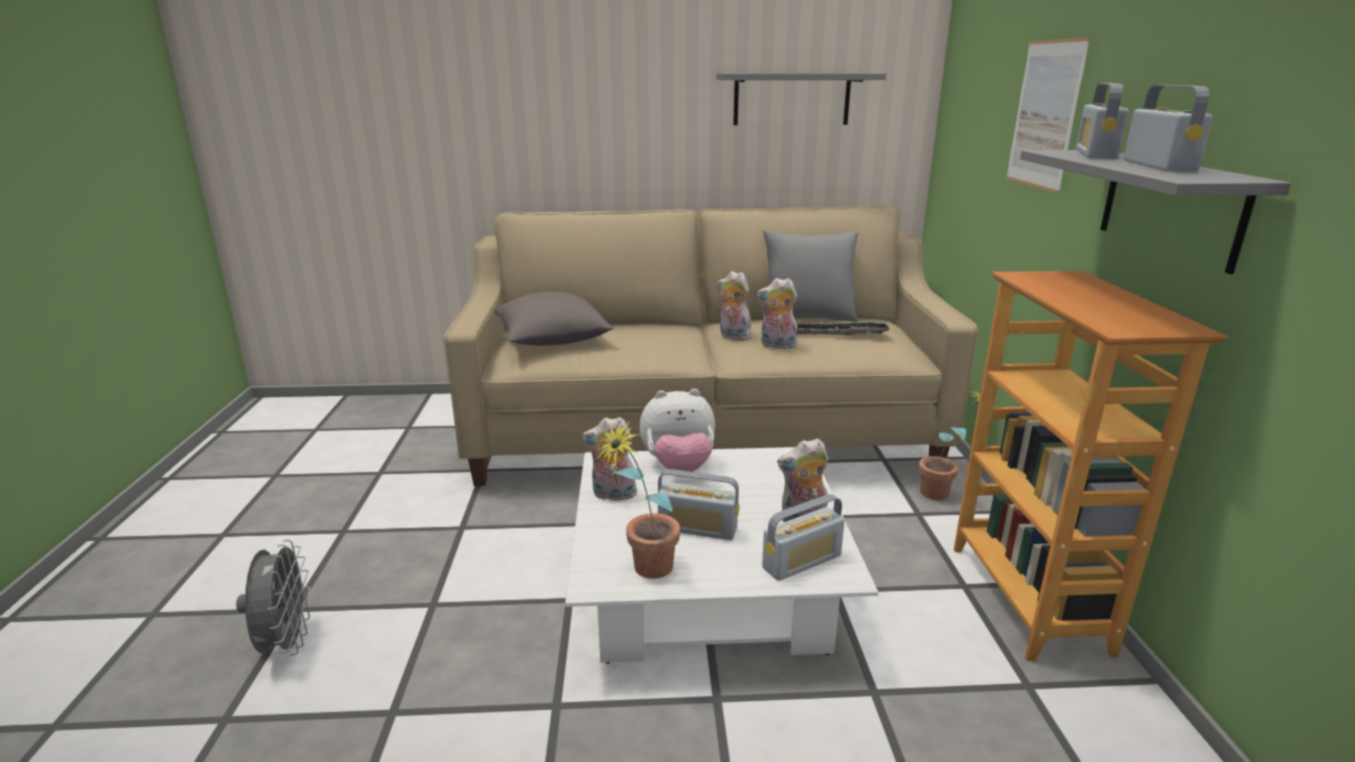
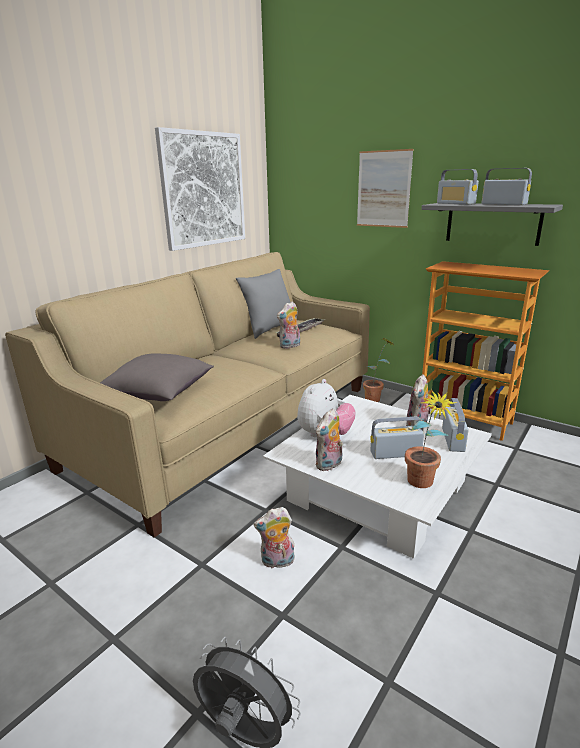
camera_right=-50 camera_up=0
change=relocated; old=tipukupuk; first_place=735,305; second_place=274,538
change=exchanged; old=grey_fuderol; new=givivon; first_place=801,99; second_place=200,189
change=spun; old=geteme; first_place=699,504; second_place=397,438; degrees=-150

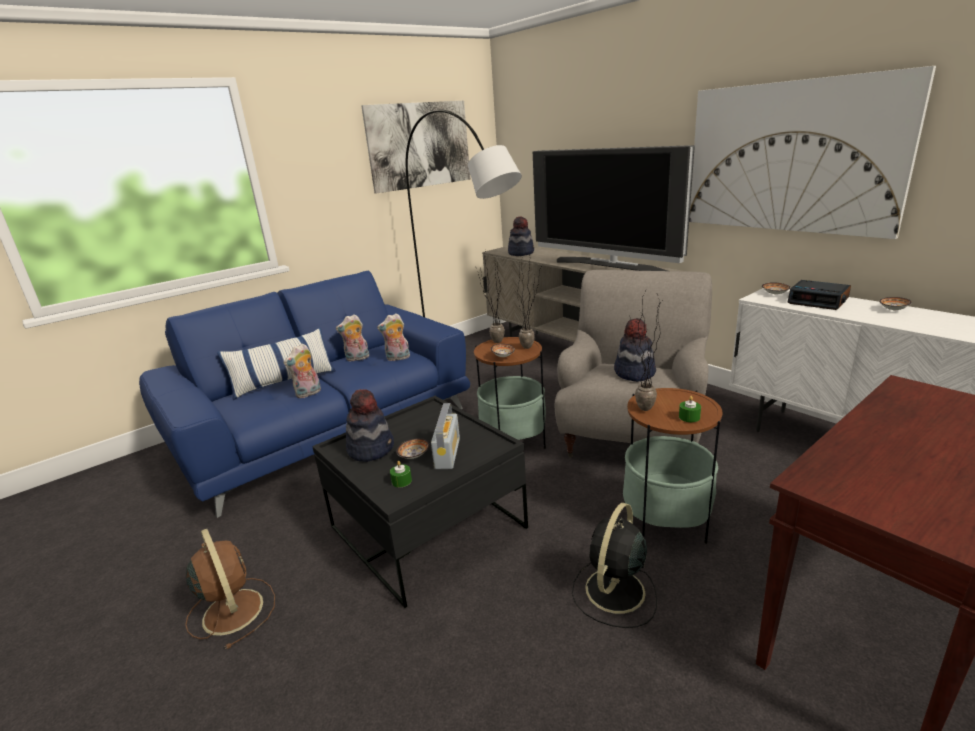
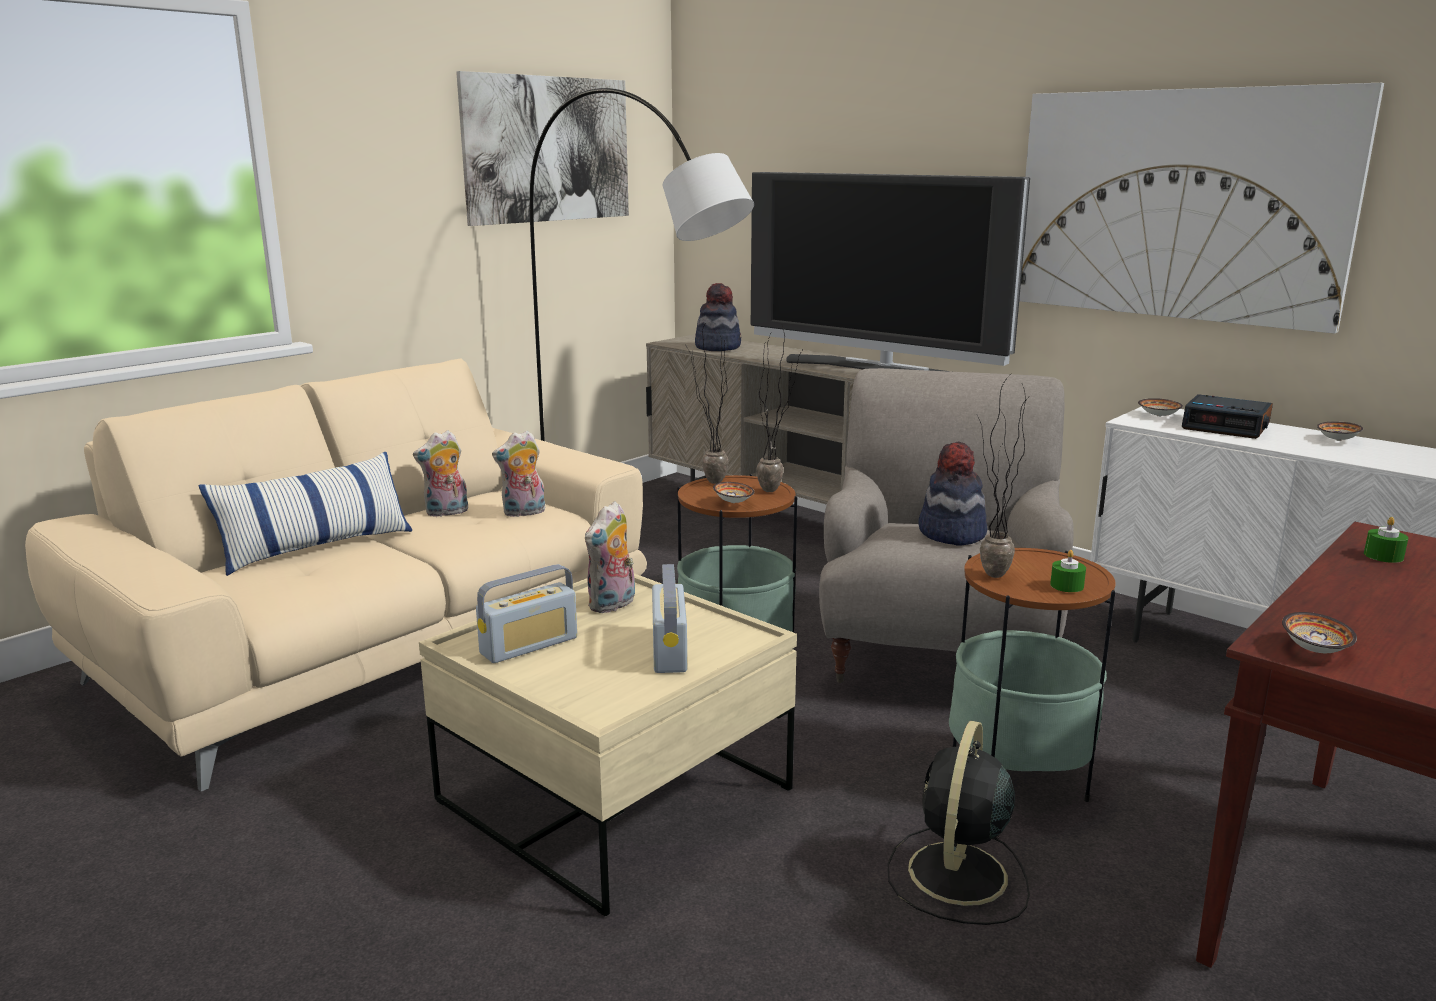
camera_right=-10 camera_up=-5
change=missing; old=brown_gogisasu; first_place=230,589
change=relocated; old=tipukupuk; first_place=302,371; second_place=610,557
change=relocated; old=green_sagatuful; first_place=401,474; second_place=1386,540
change=relocated; old=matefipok; first_place=413,448; second_place=1319,632
change=exchanged; old=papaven; new=geteme; first_place=370,425; second_place=526,613
change=colour; old=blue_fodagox; new=beige_fodagox; first_place=304,394; second_place=336,575
change=colour; old=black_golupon; new=beige_golupon; first_place=420,502; second_place=608,744

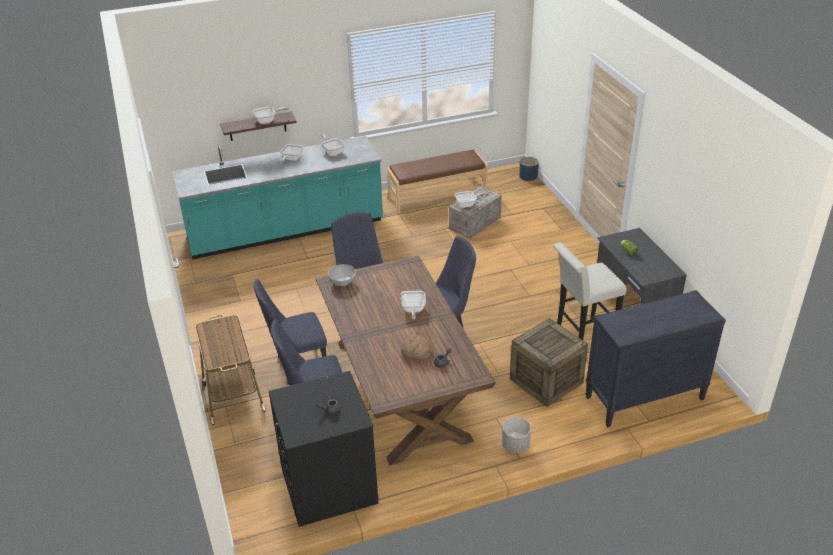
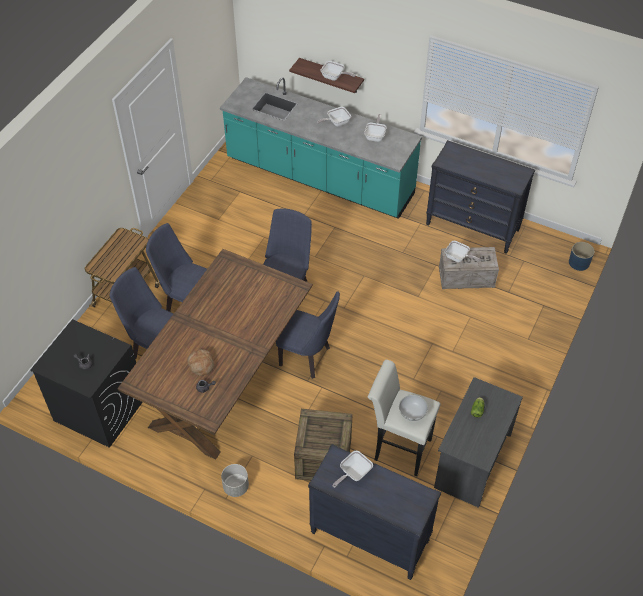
camera_right=45 camera_up=15
change=relocated; old=white_matefipok; first_place=342,275; second_place=413,408
change=relocated; old=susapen; first_place=413,305; second_place=353,469
change=exchanged; old=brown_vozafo; new=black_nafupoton; first_place=437,182; second_place=480,197

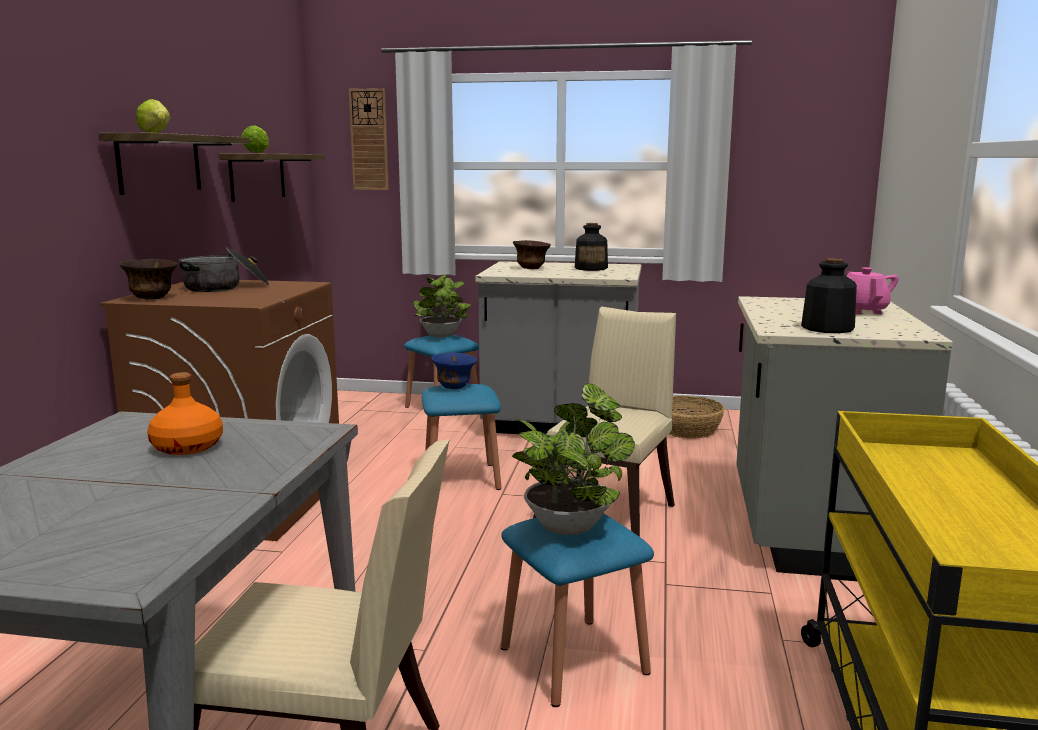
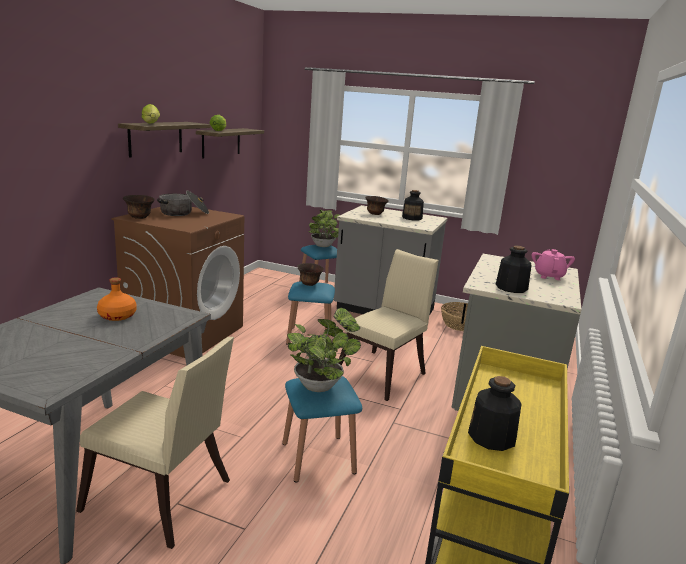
camera_right=10 camera_up=5
change=missing; old=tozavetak; first_place=369,139
change=appeared; new=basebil; second_place=494,413
change=colour; old=blue_matefipok; new=brown_matefipok; first_place=454,370; second_place=310,274

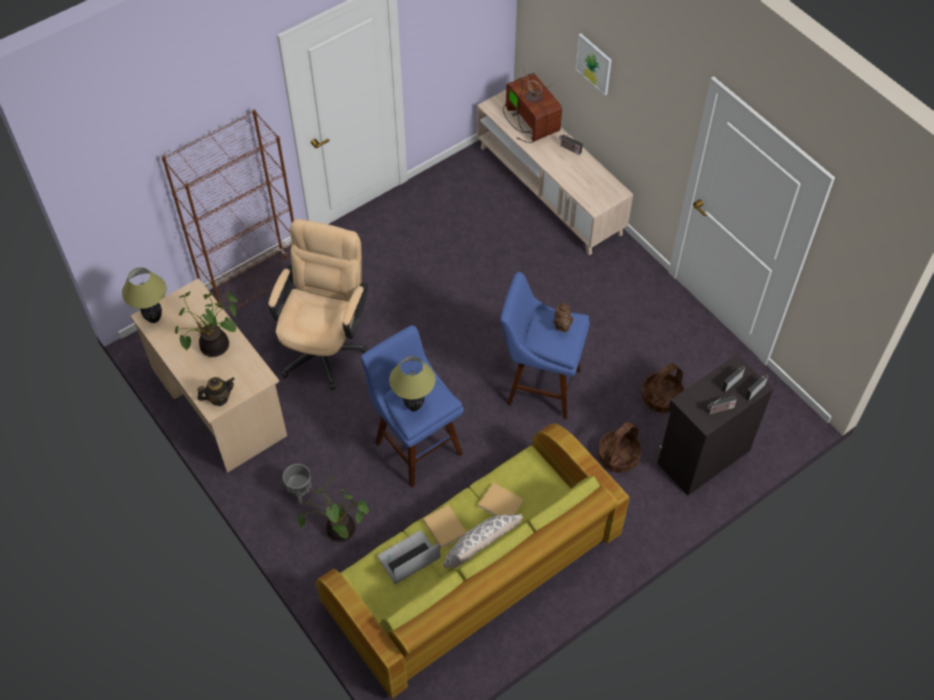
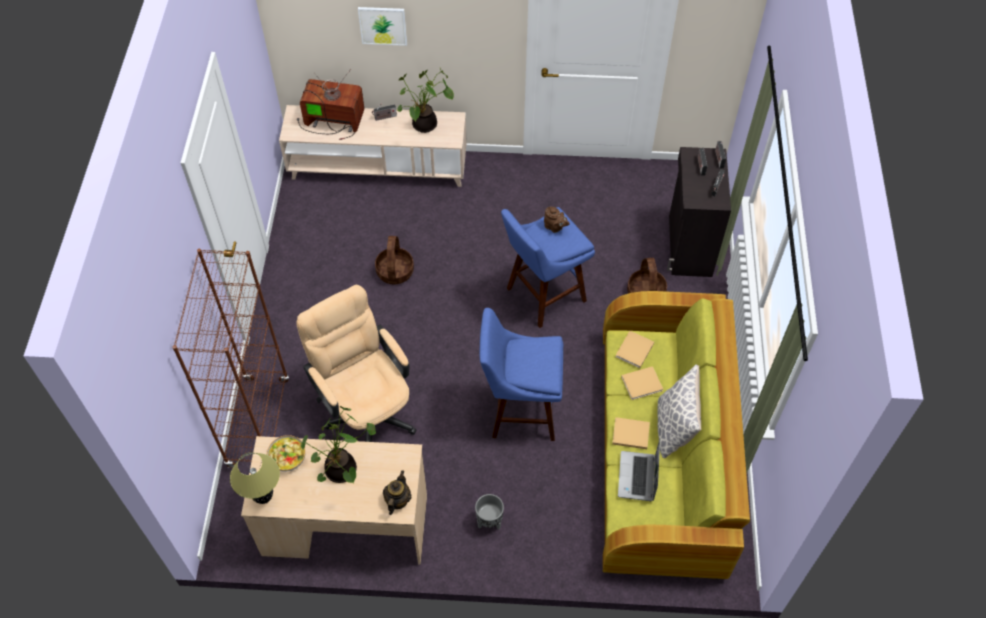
camera_right=-50 camera_up=0
change=missing; old=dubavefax; first_place=412,383
change=appeared; new=matefipok; second_place=286,453
change=appeared; new=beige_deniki; second_place=634,349
change=relocated; old=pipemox; first_place=333,509; second_place=425,100
change=relocated; old=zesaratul; first_place=663,388; second_place=394,260

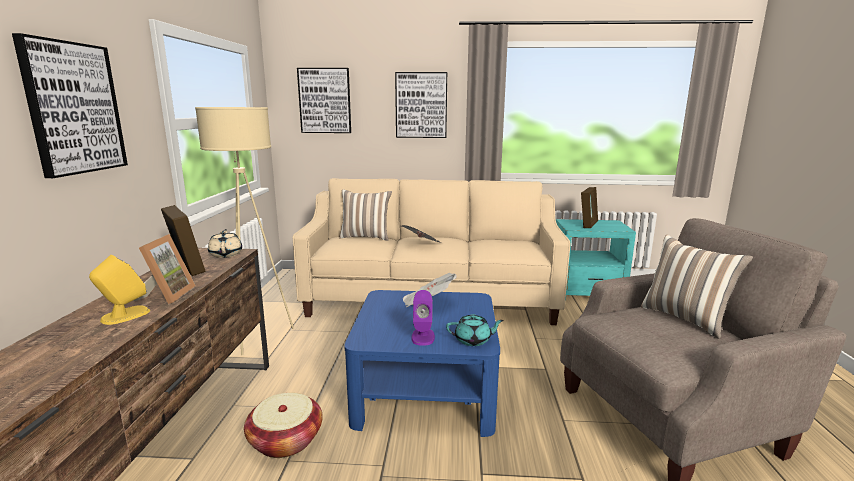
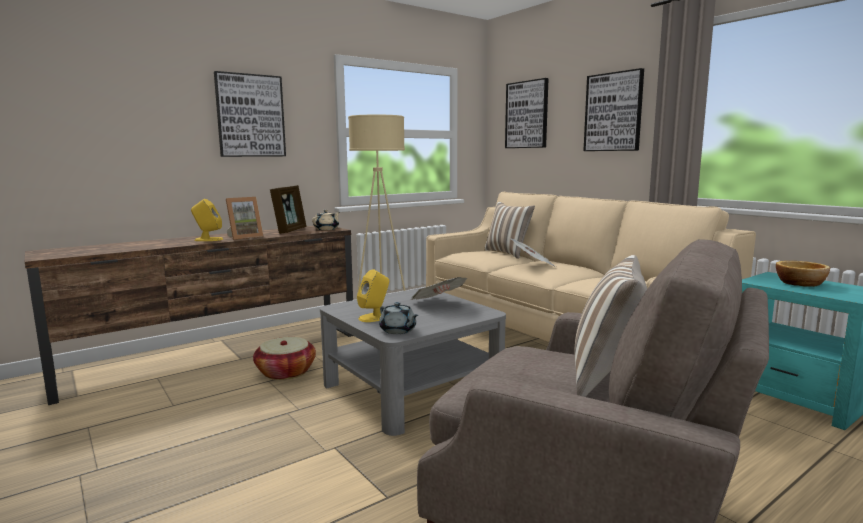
camera_right=50 camera_up=-5
change=exchanged; old=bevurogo; new=matefipok; first_place=589,207; second_place=803,274
change=colour; old=blue_golupon; new=grey_golupon; first_place=422,363; second_place=413,362
change=colour; old=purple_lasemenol; new=yellow_lasemenol; first_place=423,318; second_place=373,296
change=colour; old=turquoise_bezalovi; new=grey_bezalovi; first_place=475,330; second_place=398,318

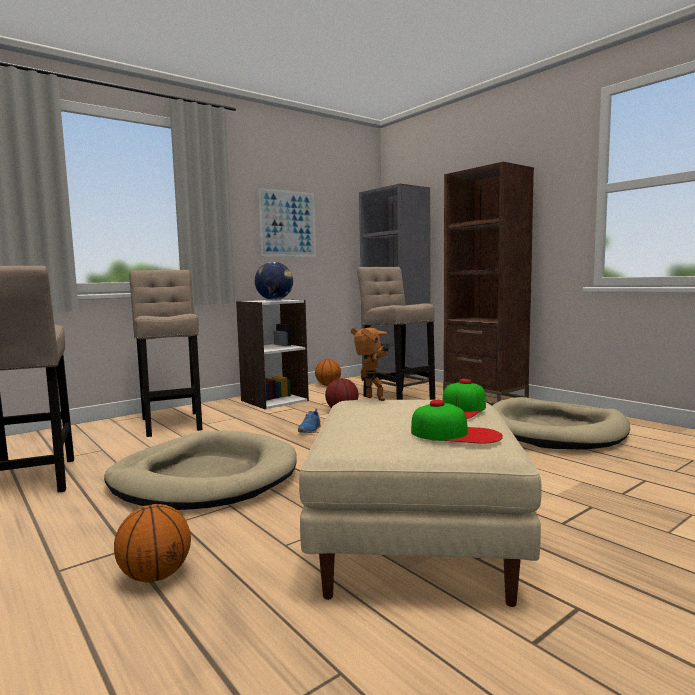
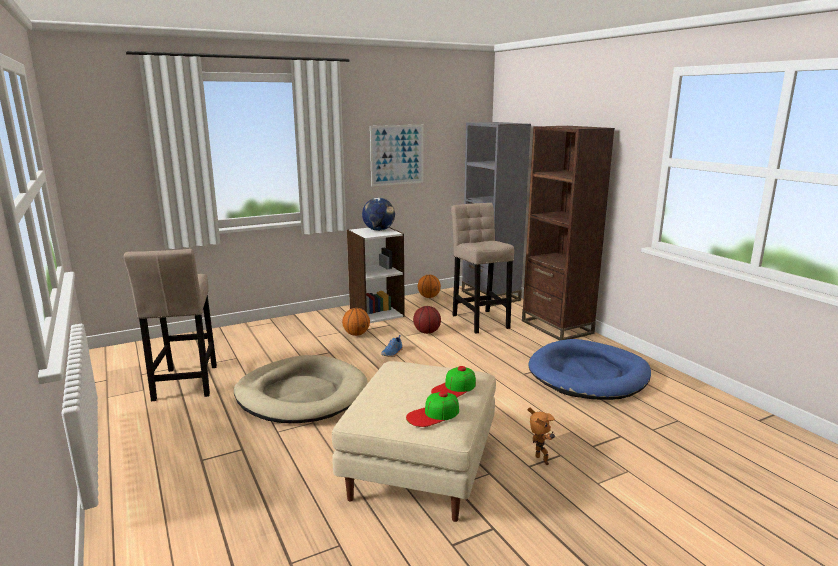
camera_right=10 camera_up=10
change=missing; old=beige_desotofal; first_place=166,353
change=relocated; old=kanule; first_place=152,543; second_place=356,322
change=relocated; old=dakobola; first_place=370,364; second_place=541,436
change=colour; old=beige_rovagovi; new=blue_rovagovi; first_place=561,423; second_place=590,369
change=spun; old=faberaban; first_place=457,422; second_place=432,409; degrees=120

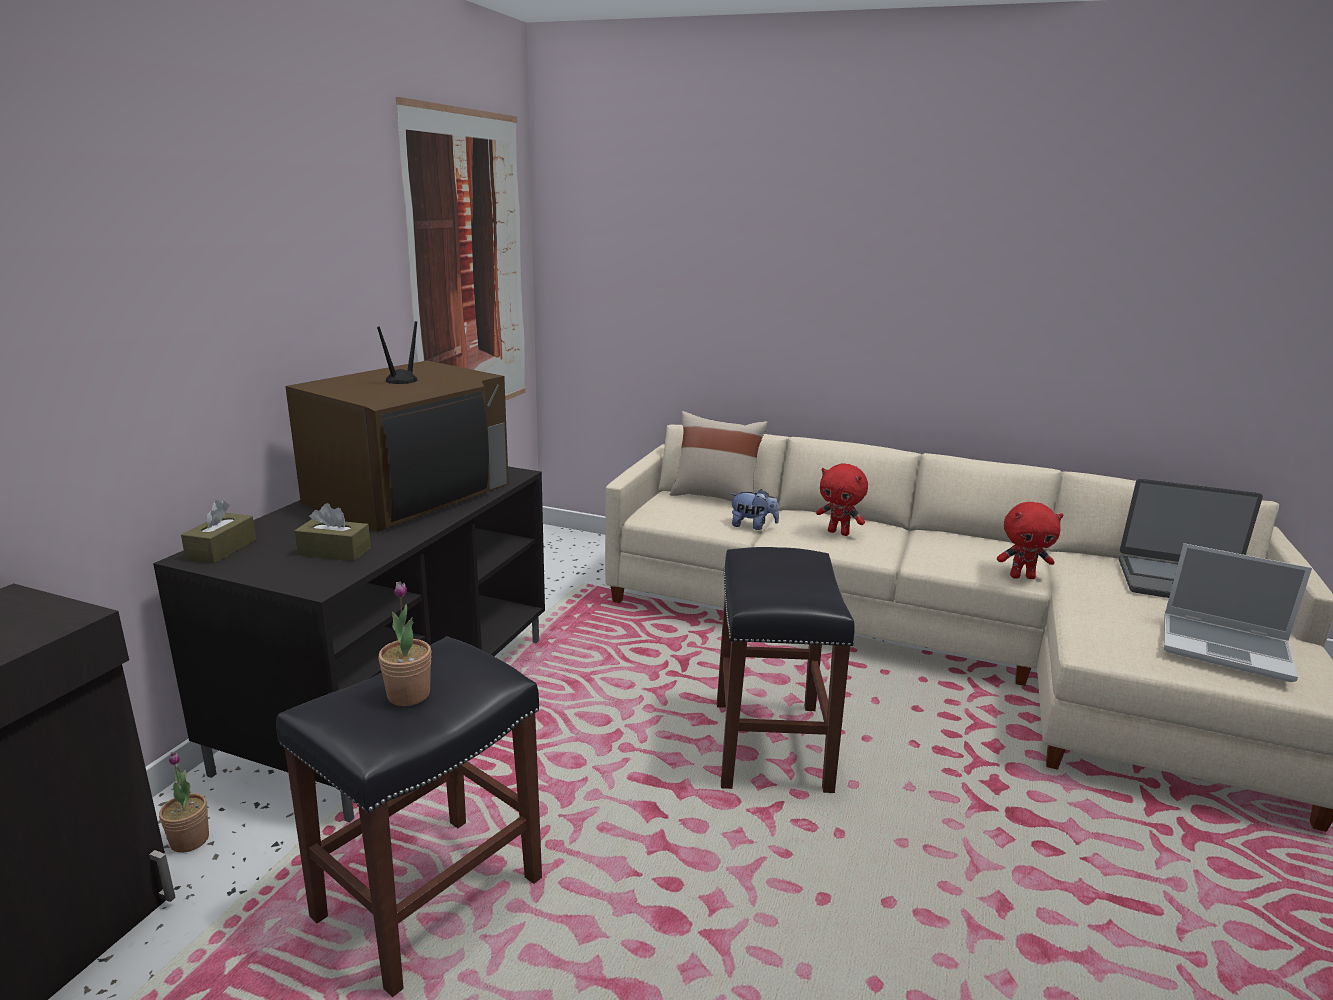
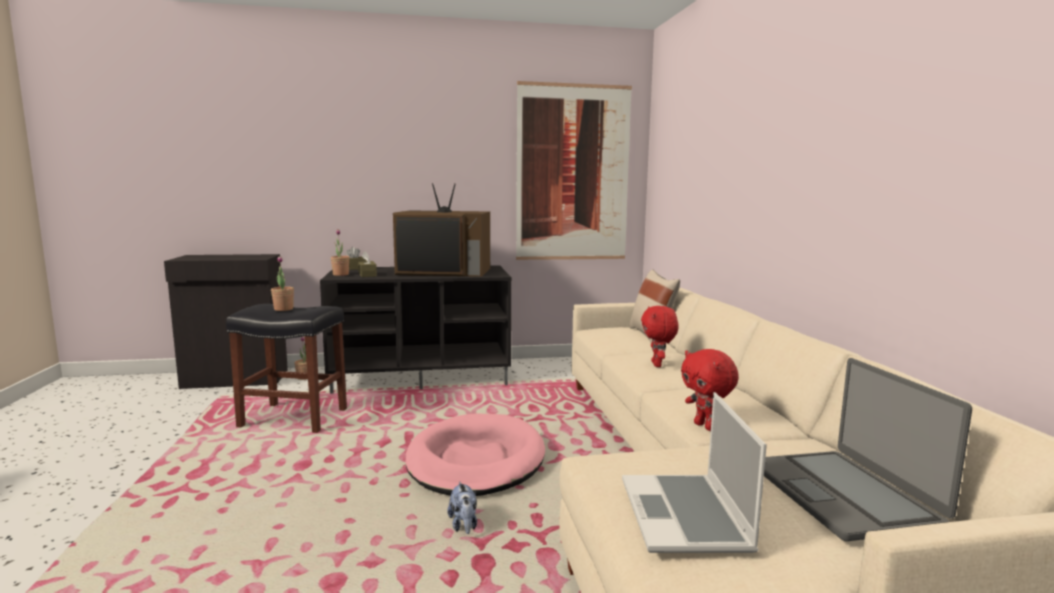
camera_right=60 camera_up=-10
change=appeared; new=pipemox; second_place=340,252
change=relocated; old=tipukupuk; first_place=754,509; second_place=462,507
change=exchanged; old=black_desotofal; new=pink_rovagovi; first_place=786,670; second_place=475,455

